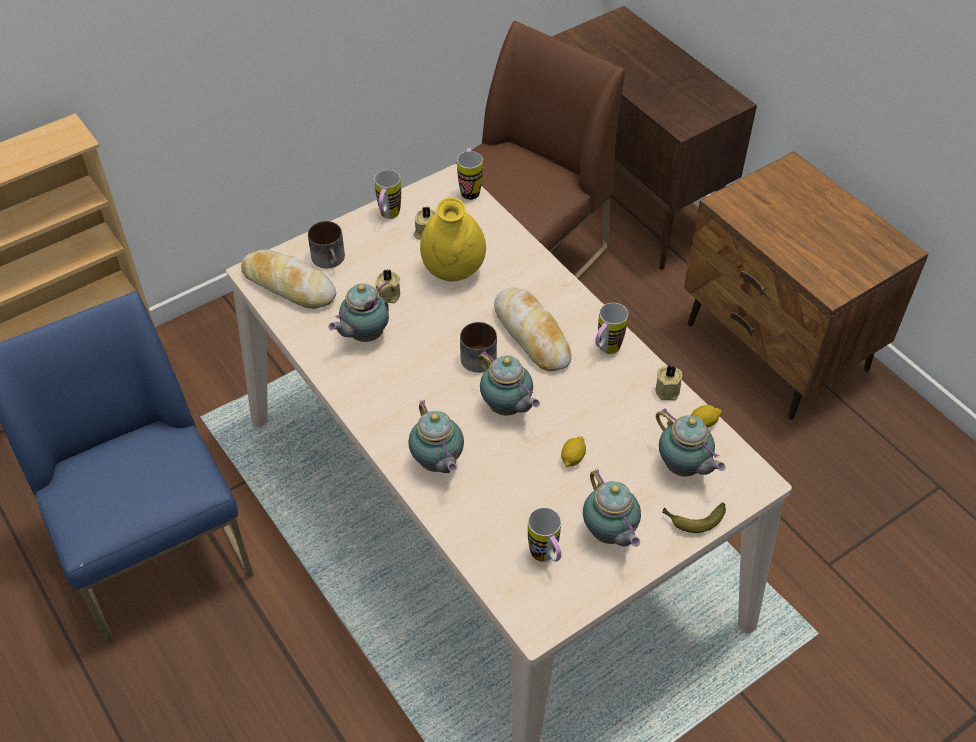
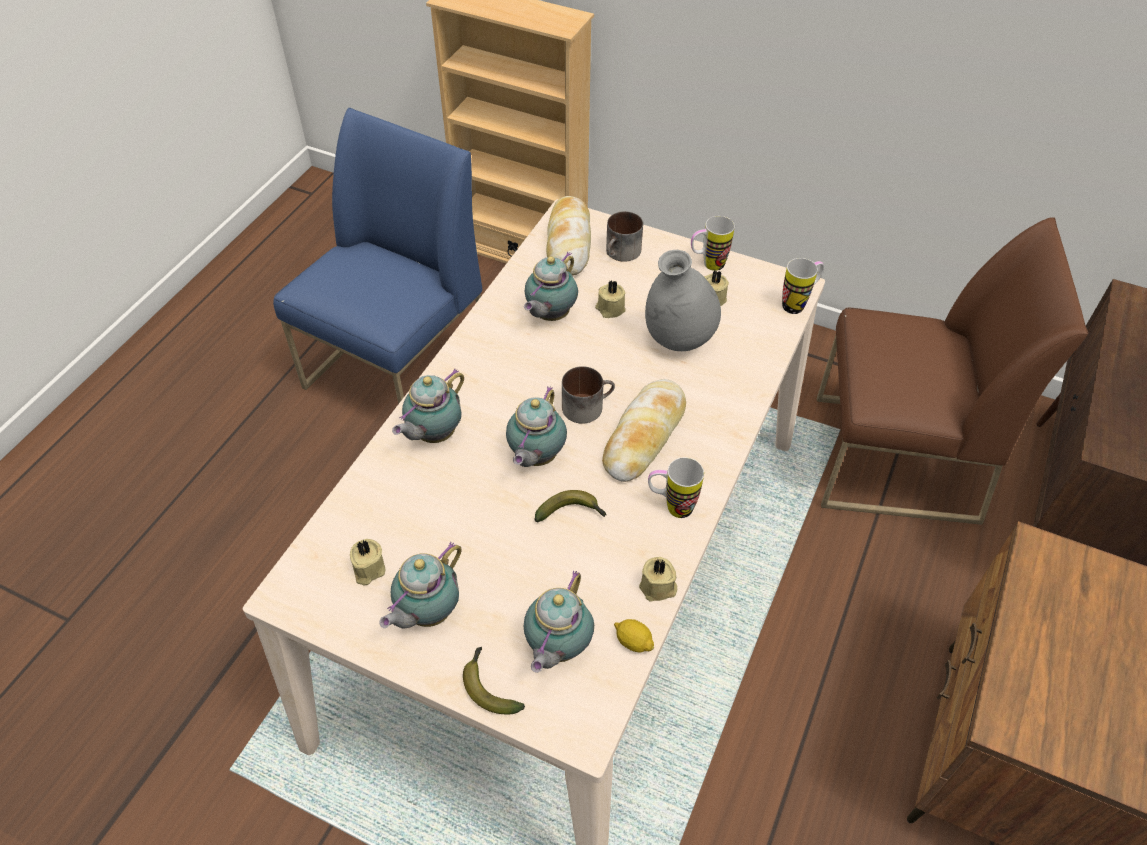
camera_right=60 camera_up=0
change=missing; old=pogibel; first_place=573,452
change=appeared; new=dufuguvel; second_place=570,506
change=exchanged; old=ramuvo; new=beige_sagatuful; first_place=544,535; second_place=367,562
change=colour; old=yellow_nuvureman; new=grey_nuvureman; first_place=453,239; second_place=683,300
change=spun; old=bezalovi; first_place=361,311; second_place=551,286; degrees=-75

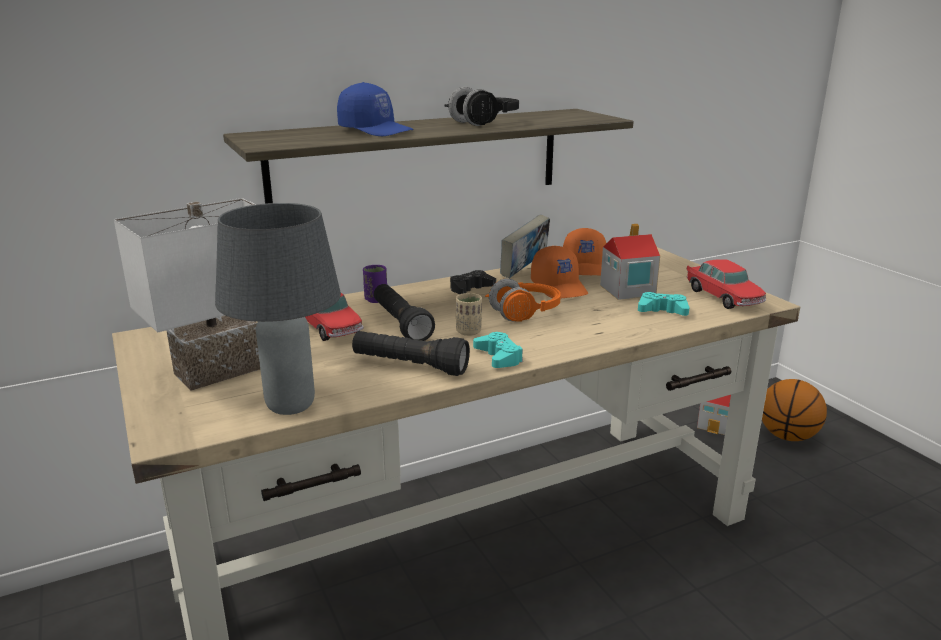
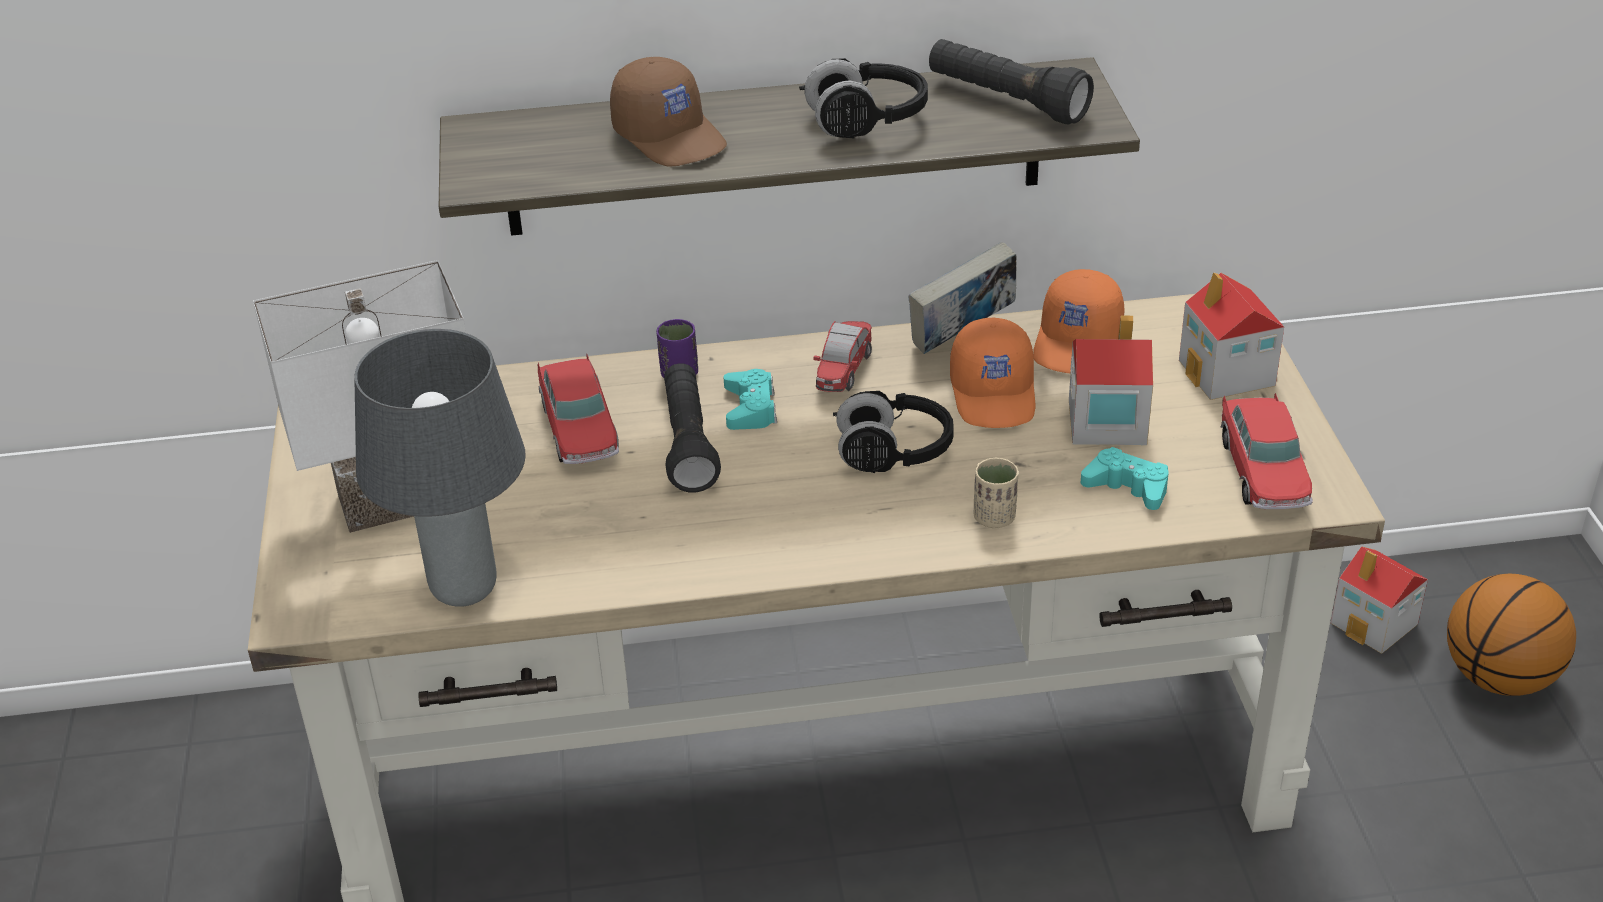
camera_right=20 camera_up=15
change=appeared; new=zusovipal; second_place=1231,336
change=relocated; old=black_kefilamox; first_place=411,353; second_place=1011,81
change=relocated; old=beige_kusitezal; first_place=469,314; second_place=996,493
change=relocated; old=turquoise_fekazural; first_place=498,350; second_place=750,399
change=exchanged; old=black_fekazural; new=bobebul; first_place=473,282; second_place=842,356
change=colour; old=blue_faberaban; new=brown_faberaban; first_place=375,109; second_place=668,112
change=colour; old=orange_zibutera; new=black_zibutera; first_place=523,300; second_place=893,432

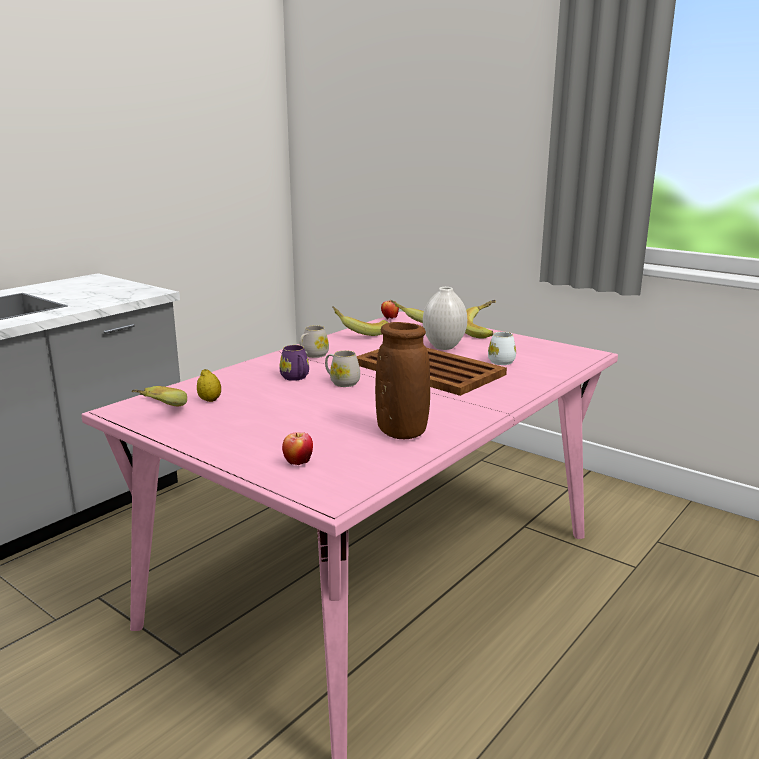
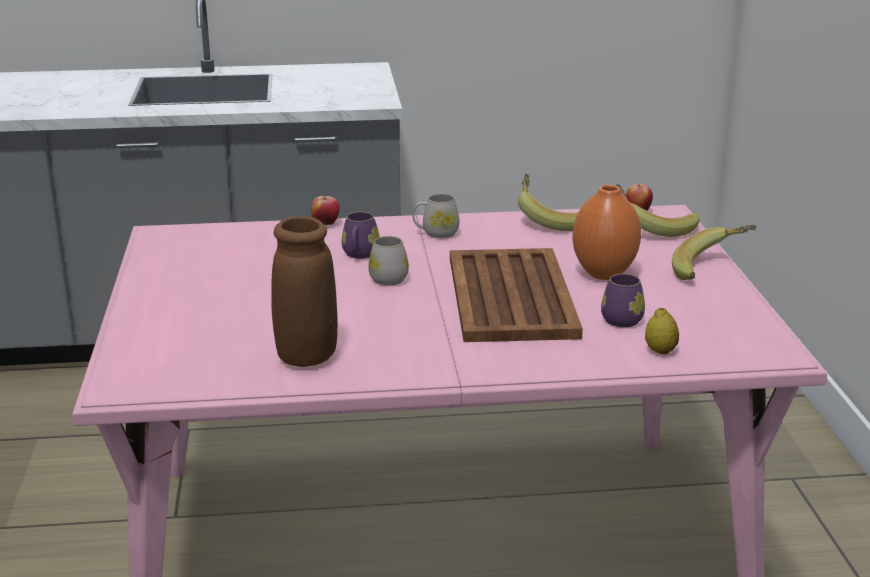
camera_right=45 camera_up=5
change=missing; old=dufuguvel; first_place=159,396
change=relocated; old=pogibel; first_place=209,385; second_place=662,331
change=relocated; old=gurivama; first_place=297,449; second_place=325,210
change=colour; old=white_nuvureman; new=orange_nuvureman; first_place=445,318; second_place=606,232
change=colour; old=white_ramuvo; new=purple_ramuvo; first_place=502,348; second_place=623,300

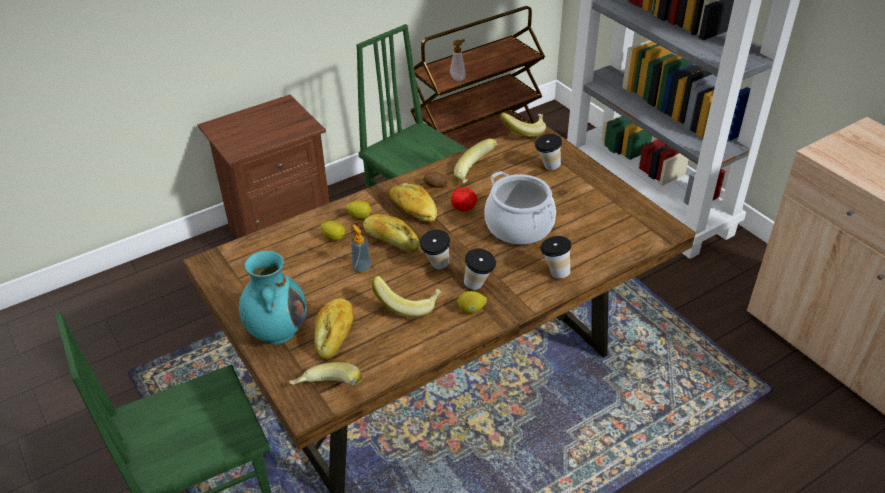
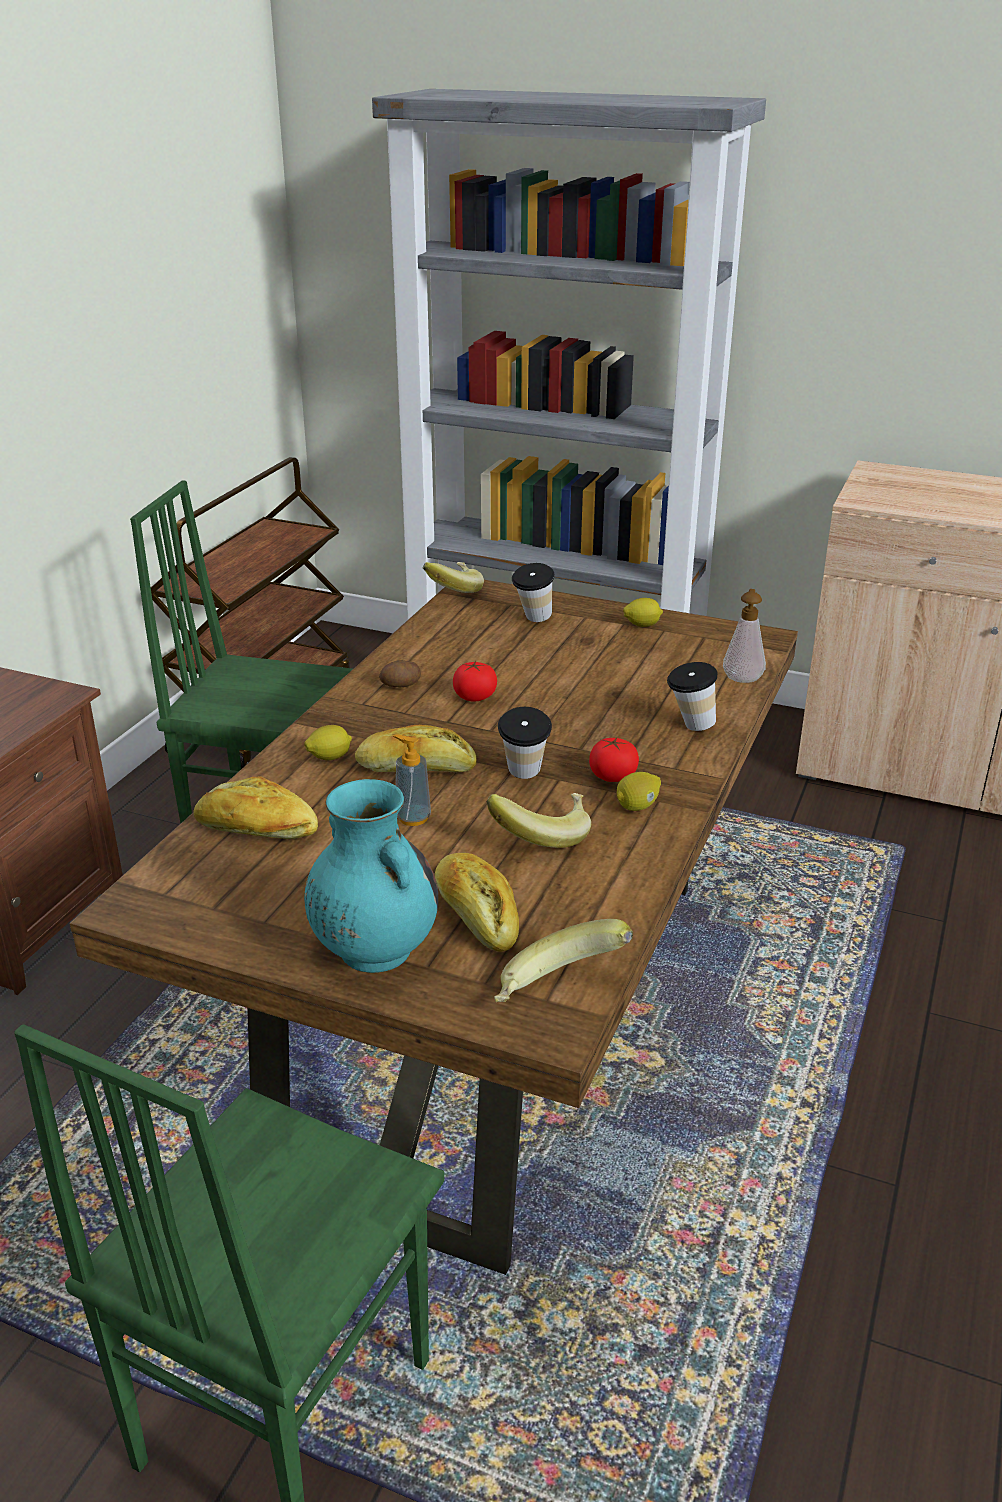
camera_right=-35 camera_up=-10
change=missing; old=dufuguvel; first_place=476,161
change=missing; old=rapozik; first_place=520,208
change=relocated; old=pogibel; first_place=332,231; second_place=643,612
change=relocated; old=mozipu; first_place=413,202; second_place=255,807
change=relocated; old=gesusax; first_place=458,60; second_place=744,636
change=exchanged; old=kusitezal; new=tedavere; first_place=480,269; second_place=614,759

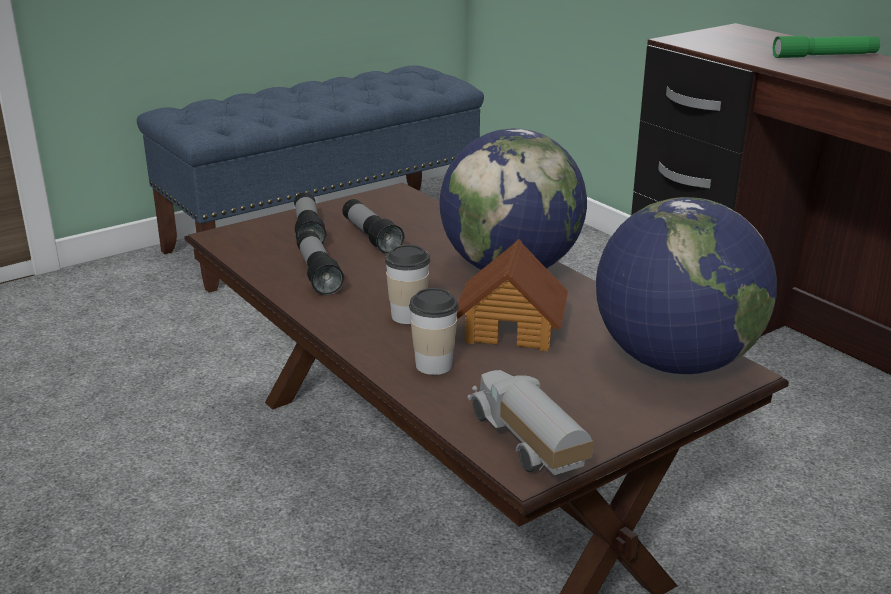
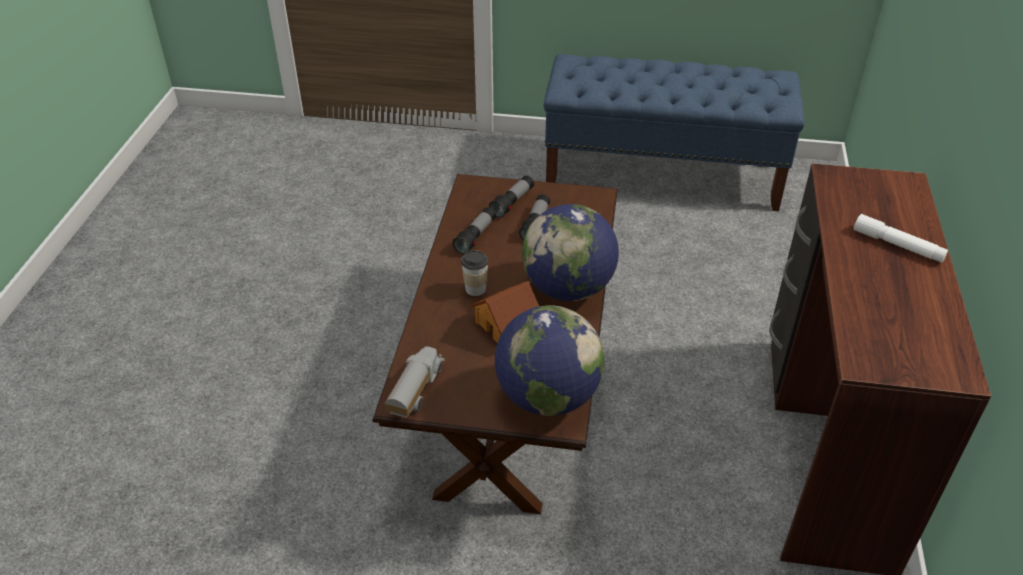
camera_right=45 camera_up=15
change=missing; old=kusitezal; first_place=434,331
change=colour; old=green_kefilamox; new=white_kefilamox; first_place=826,47; second_place=901,238

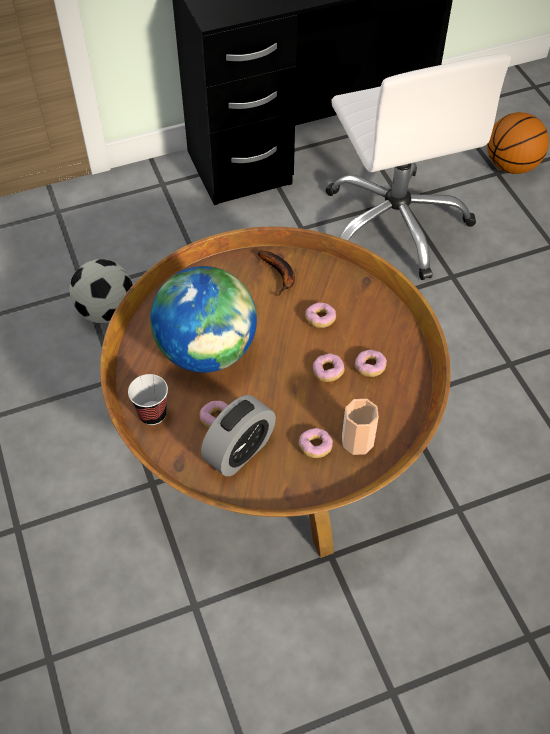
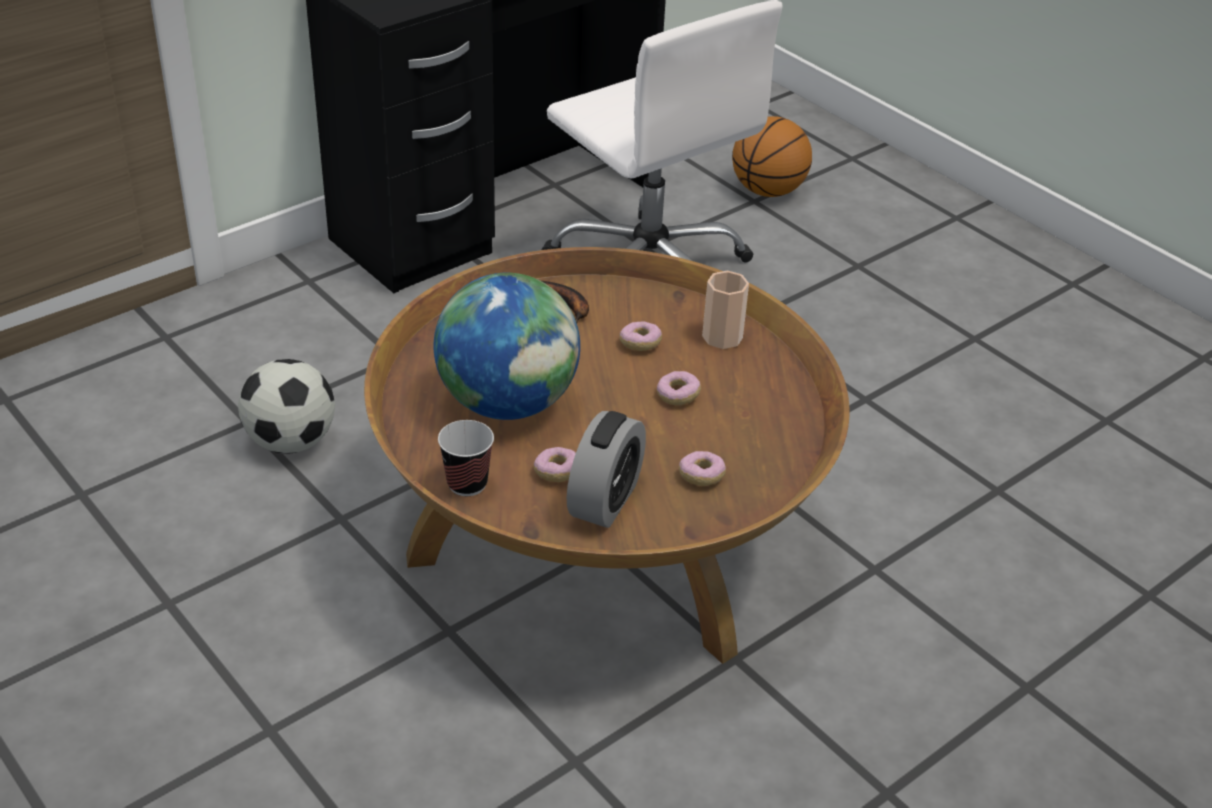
camera_right=-20 camera_up=-15
change=missing; old=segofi; first_place=371,363
change=relocated; old=kusitezal; first_place=360,427; second_place=725,310

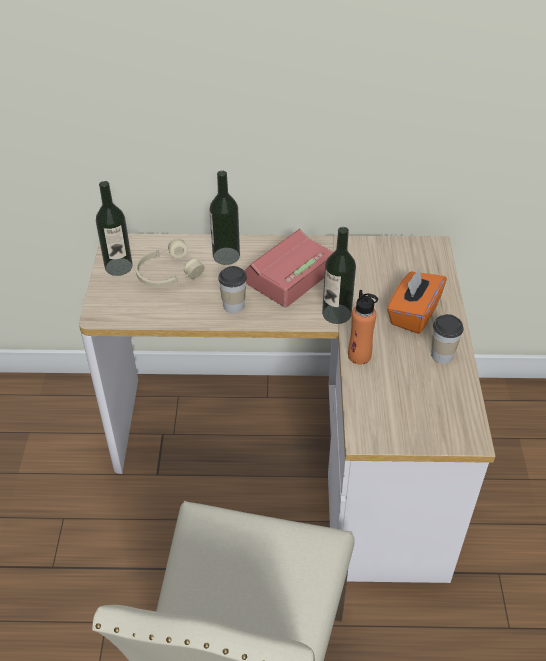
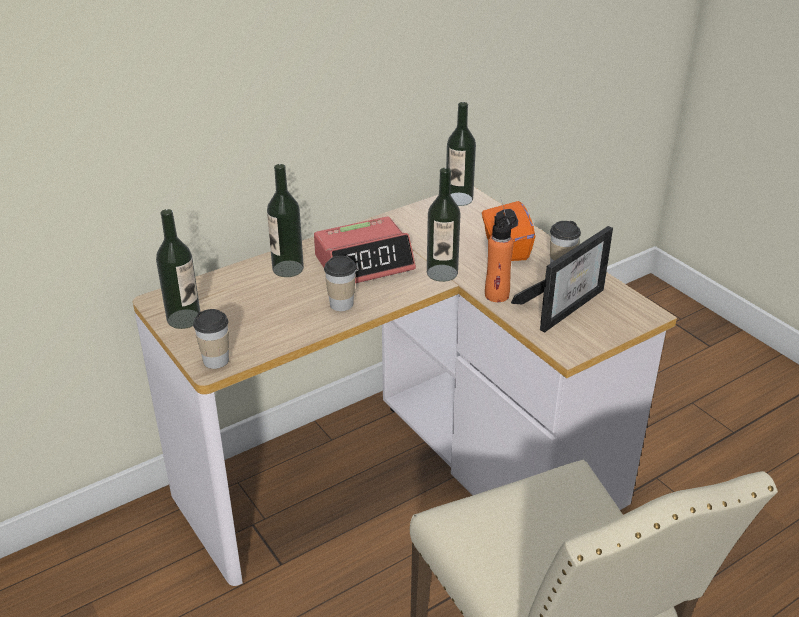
camera_right=-35 camera_up=-10
change=missing; old=beige_zibutera; first_place=170,263
change=appeared; new=kusitezal; second_place=211,339
change=appeared; new=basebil; second_place=461,154
change=appeared; new=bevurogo; second_place=562,279
change=spun; old=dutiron; first_place=289,268; second_place=365,249; degrees=-120

